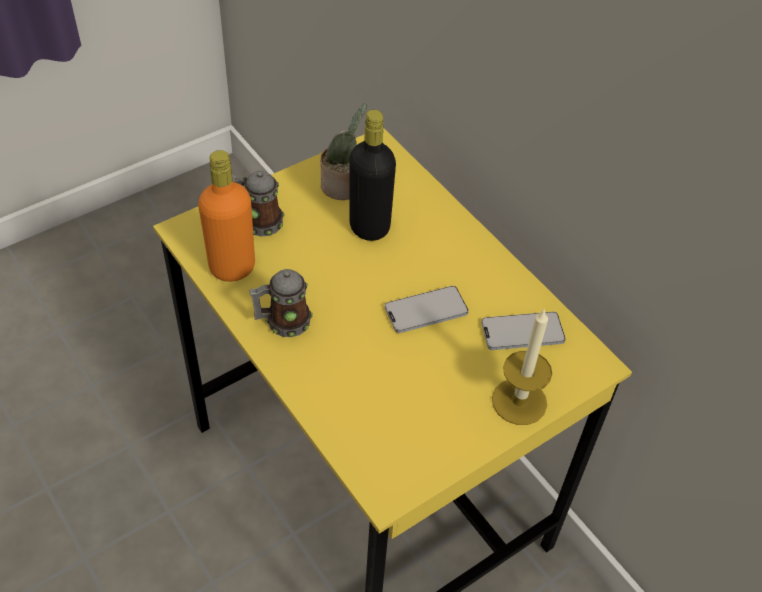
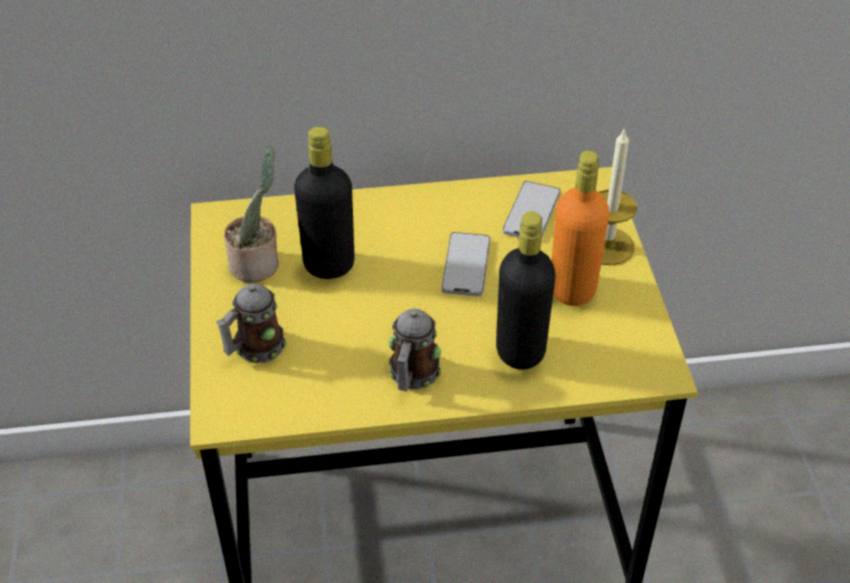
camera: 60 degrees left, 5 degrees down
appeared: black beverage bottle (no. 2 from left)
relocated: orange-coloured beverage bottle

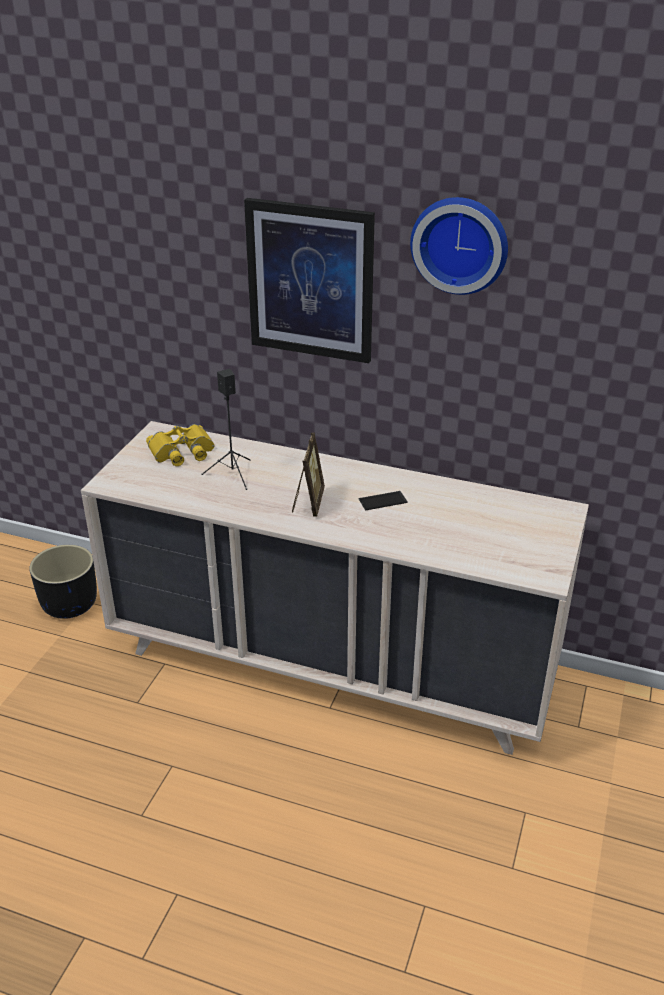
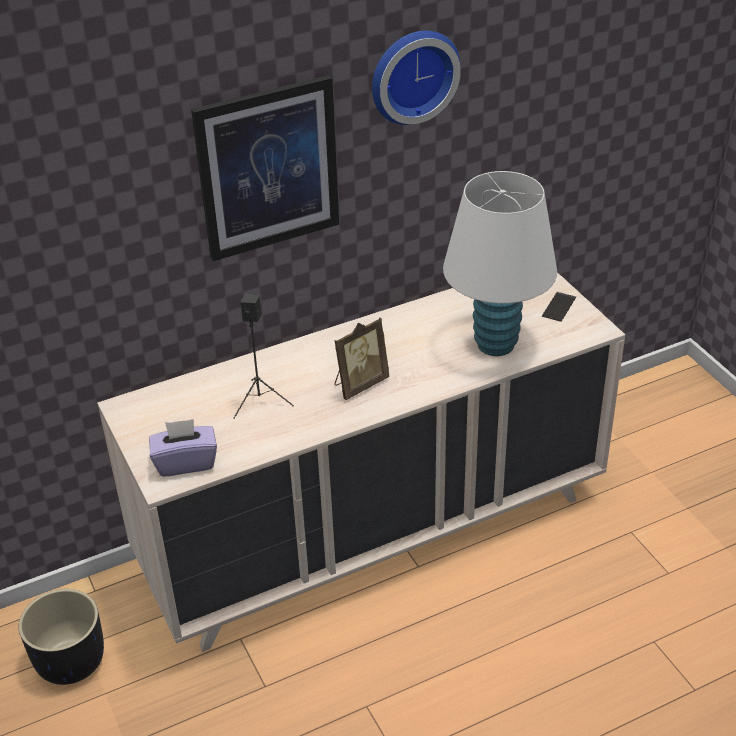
camera: 45 degrees left, 5 degrees up
missing: yellow-coloured binoculars
appeared: purple-coloured tissue box; white lamp for a table
relocated: telephone
spun: photo frame 90 degrees clockwise

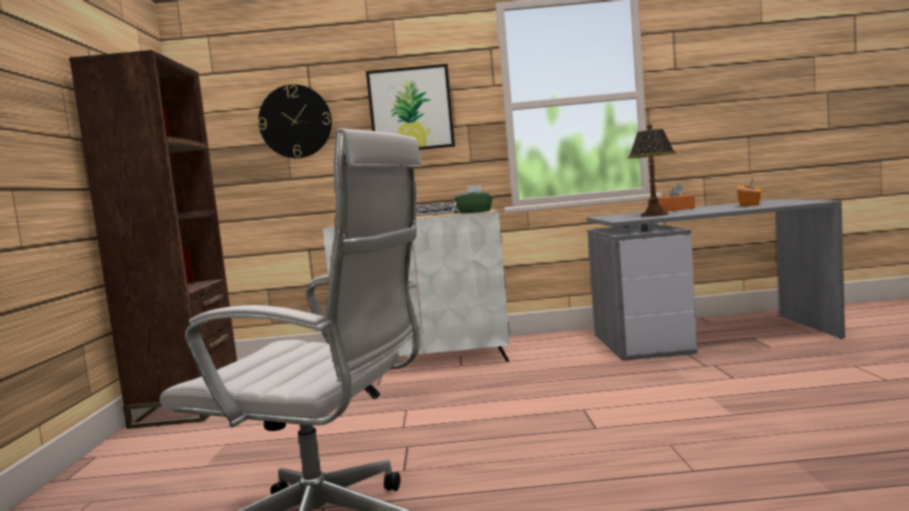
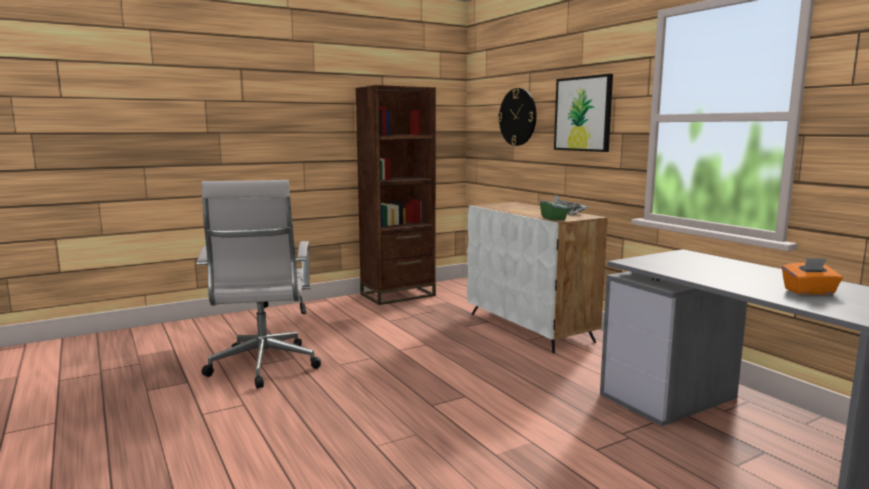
camera: 60 degrees right, 5 degrees up
missing: lamp for a table; orange-coloured tissue box (no. 1 from left)

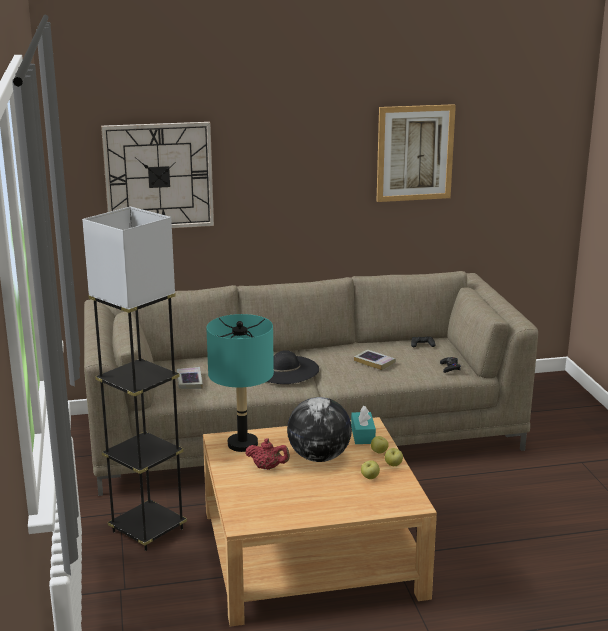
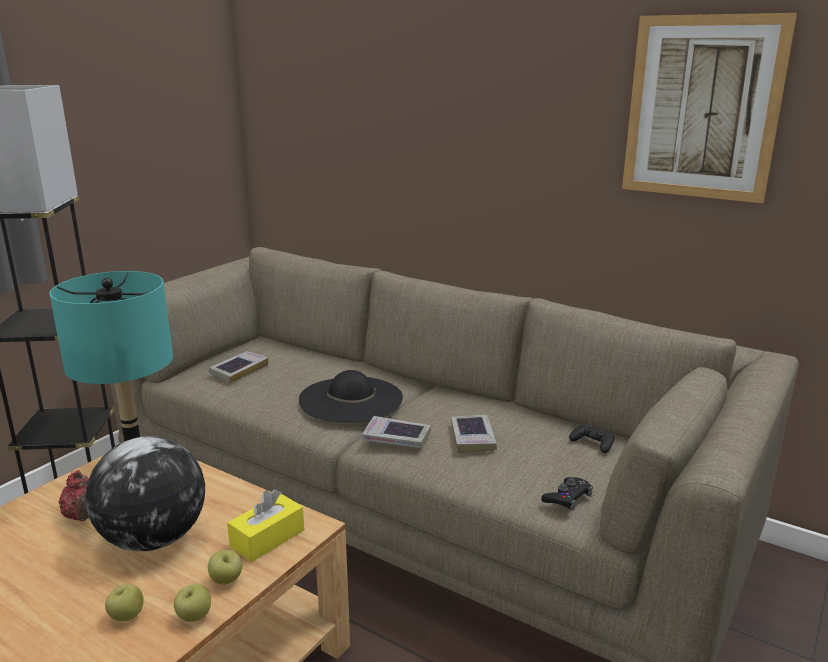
camera: 45 degrees right, 0 degrees up
missing: wall clock
appeared: book (no. 2 from left)
colour: blue-green tissue box to yellow-coloured tissue box

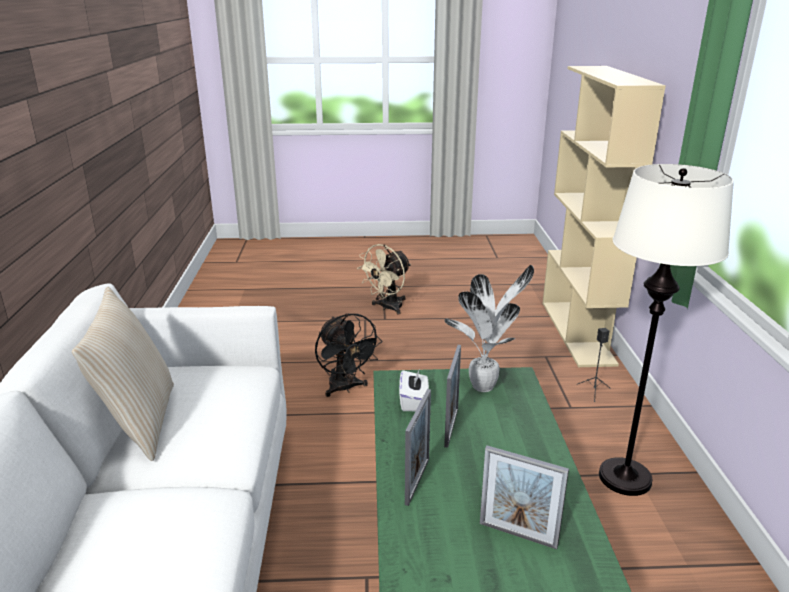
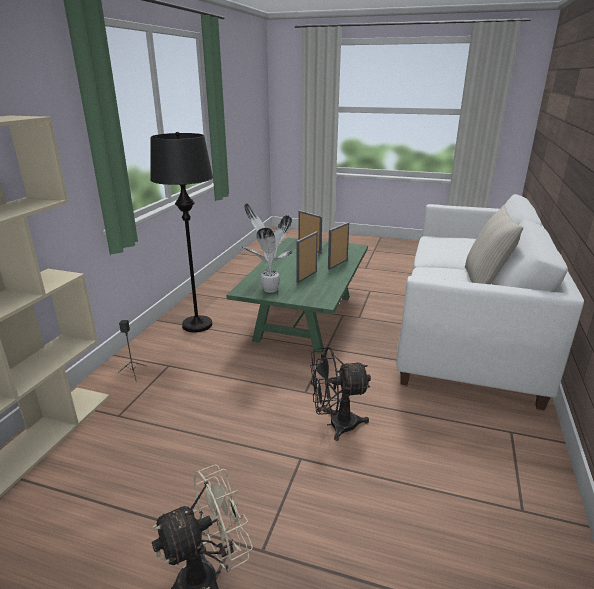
camera: 160 degrees left, 0 degrees up
missing: white tissue box
colour: white standard lamp to black standard lamp
spun: black cooling fan 90 degrees counterclockwise

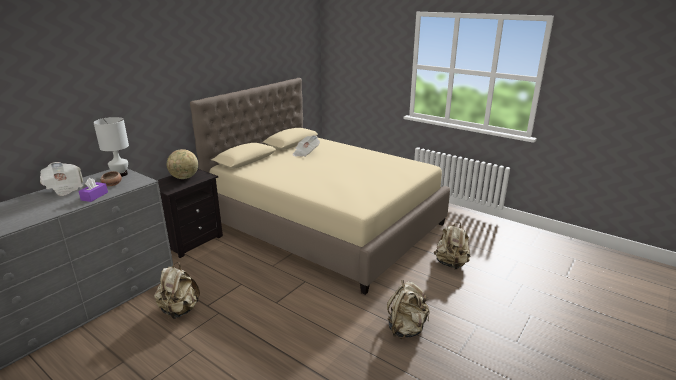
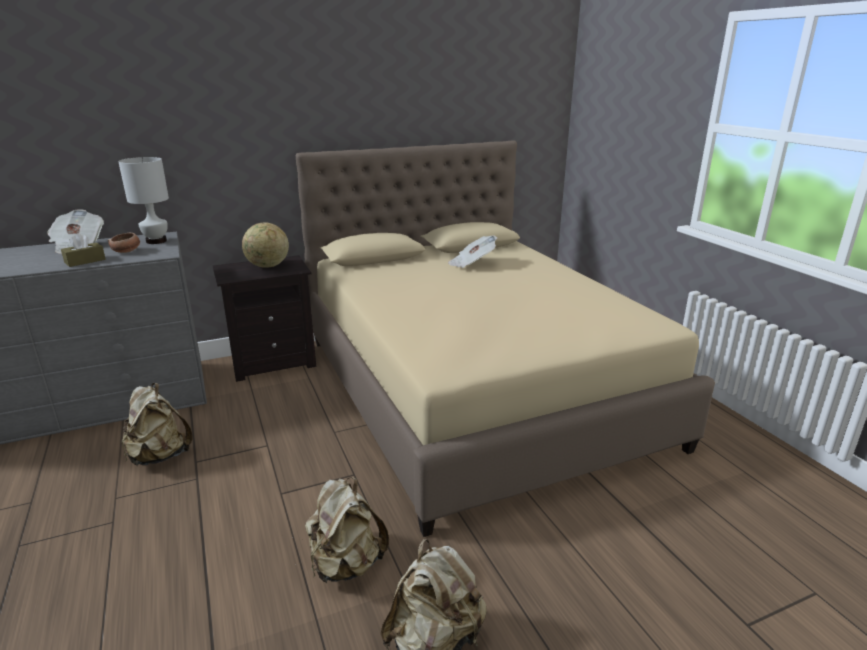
camera: 30 degrees right, 0 degrees up
relocated: sand-coloured rucksack (no. 3 from left in the first image) to sand-coloured rucksack (no. 2 from left)
colour: purple-coloured tissue box to brown tissue box

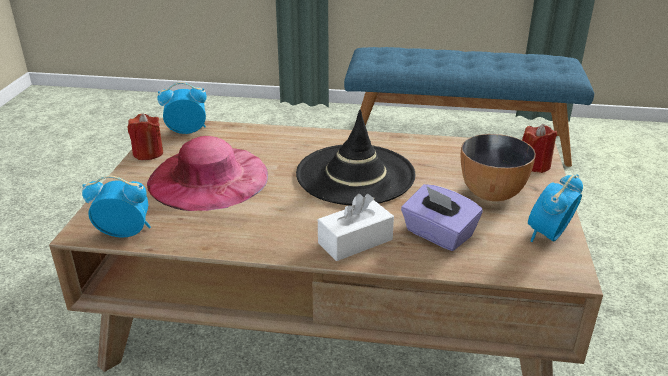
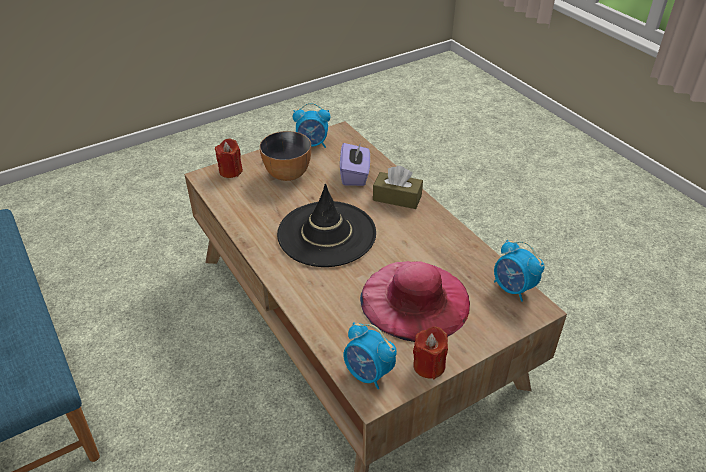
camera: 130 degrees left, 10 degrees up
colour: white tissue box to brown tissue box

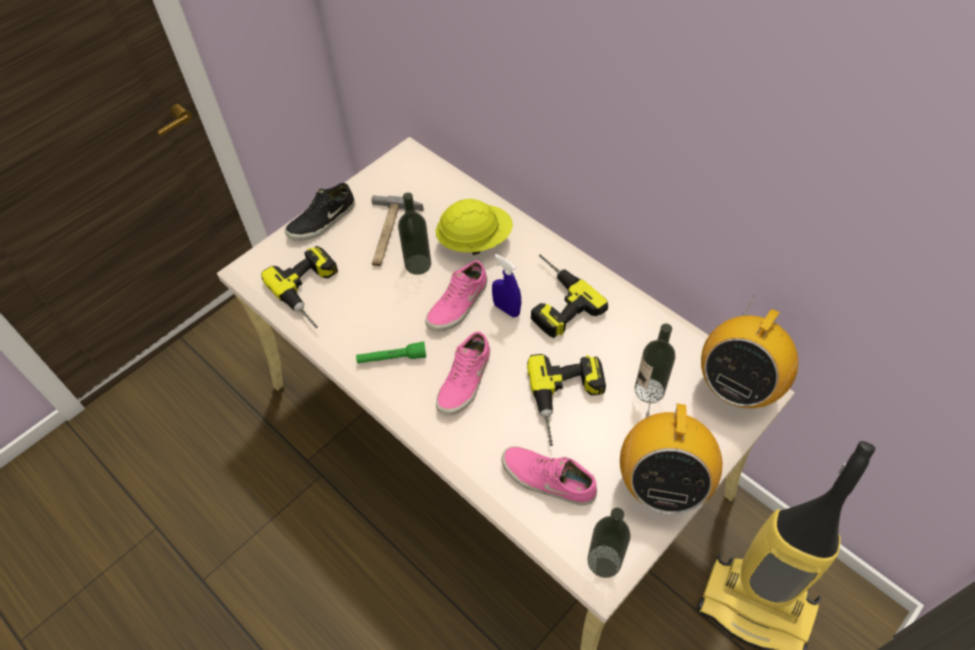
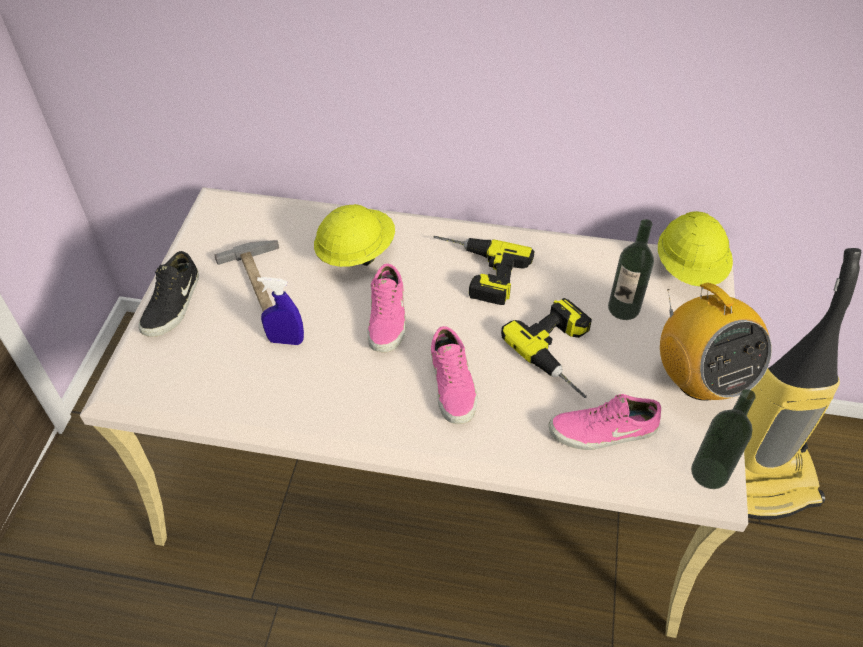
camera: 35 degrees left, 5 degrees down
missing: power drill (no. 1 from left); green flashlight; beverage bottle (no. 1 from left)
relocated: blue-coloured sprayer
exchanged: radio set (no. 2 from left) to yellow-coloured safety helmet (no. 2 from left)

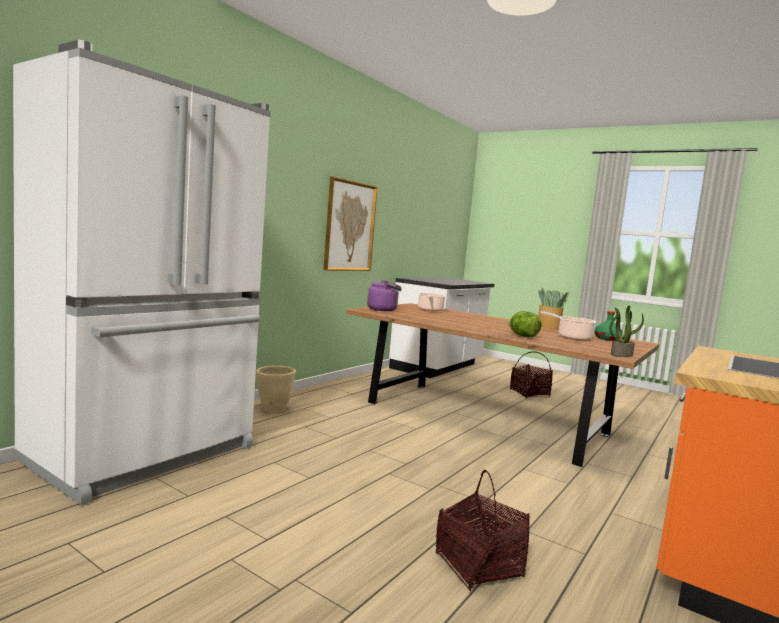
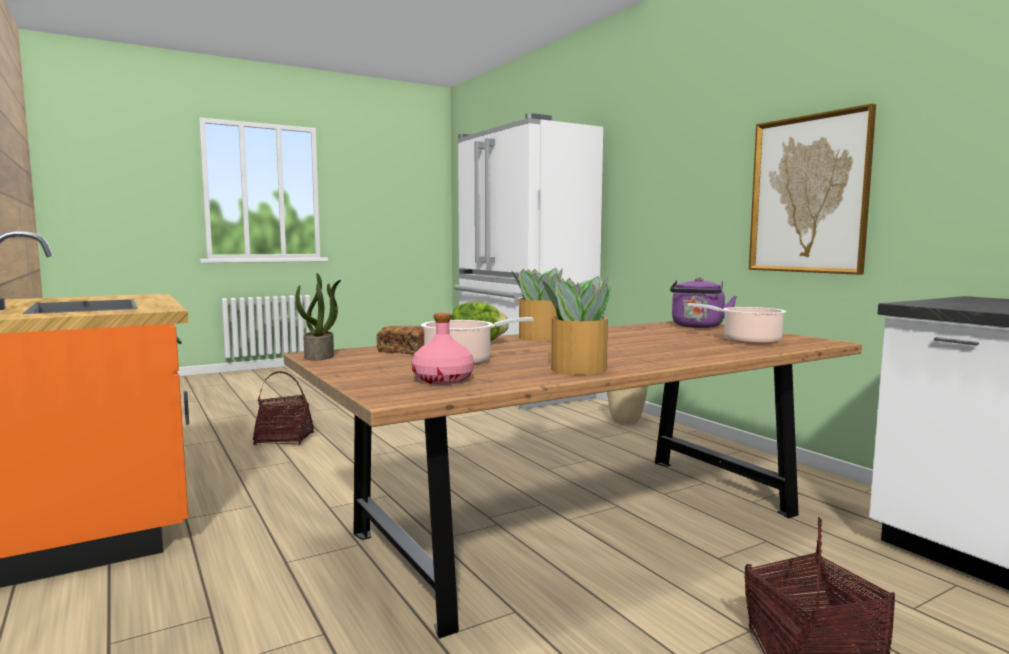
camera: 115 degrees right, 0 degrees up
appeared: baked bread; potted plant (no. 2 from left)
colour: green beverage bottle to pink-coloured beverage bottle

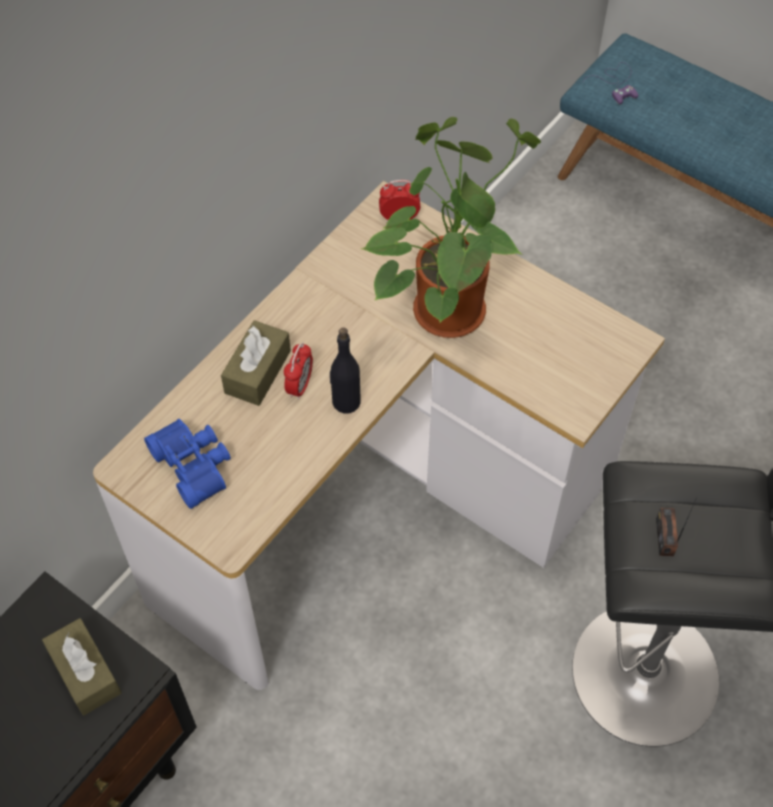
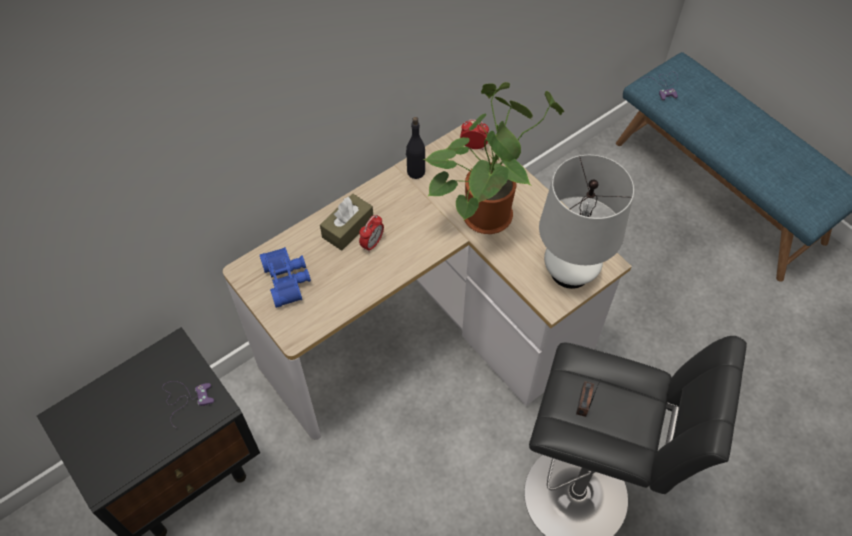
camera: 15 degrees right, 0 degrees up
appeared: white lamp for a table
relocated: black beverage bottle
exchanged: brown tissue box (no. 1 from left) to purple-coloured gamepad (no. 1 from left)

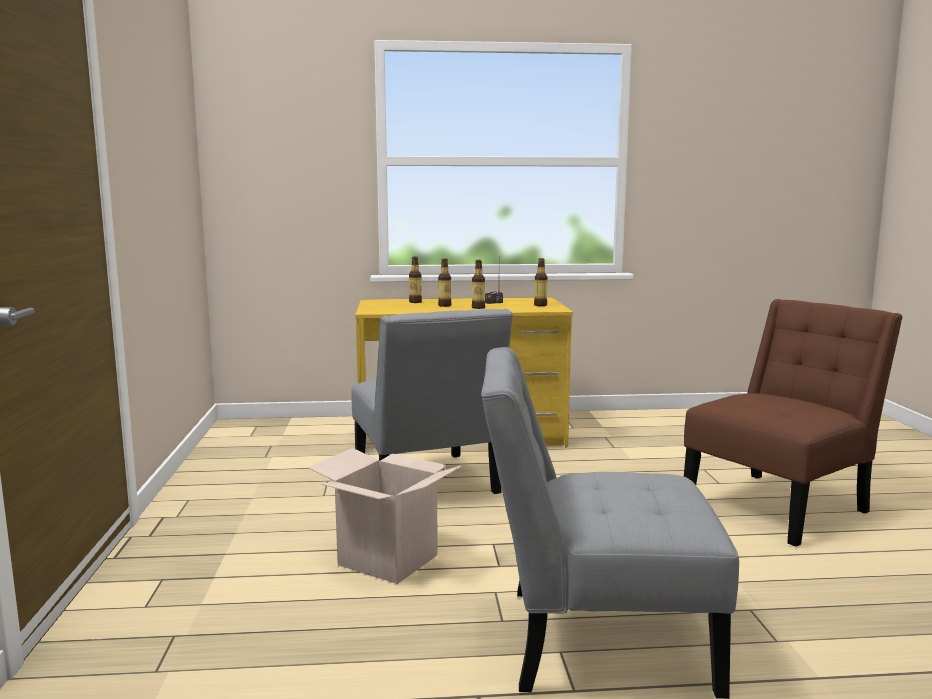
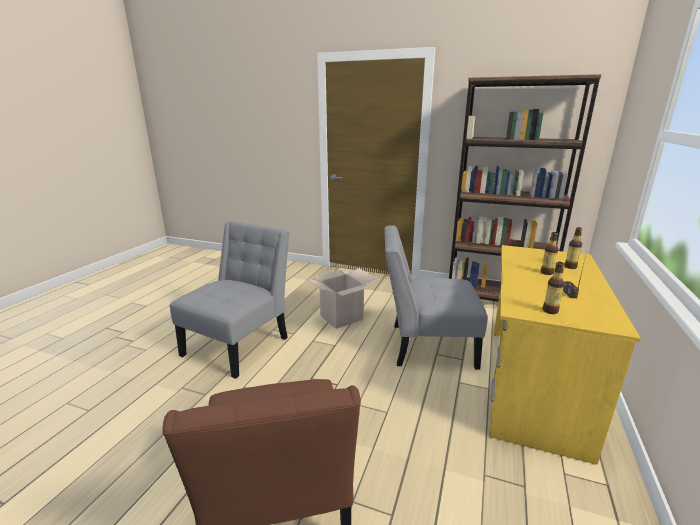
camera: 115 degrees right, 10 degrees up
missing: beverage bottle (no. 3 from left)
appeared: brown bookcase

